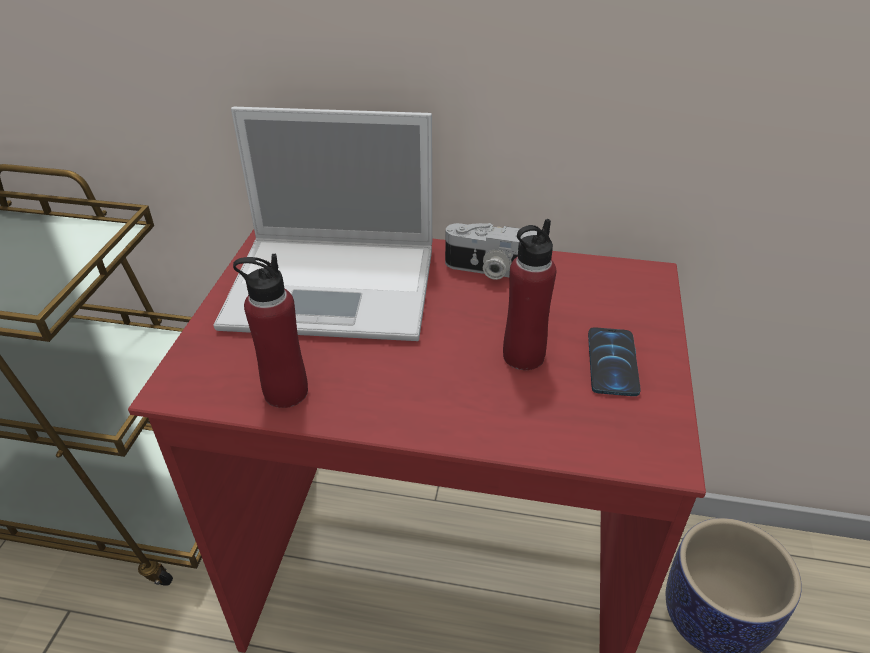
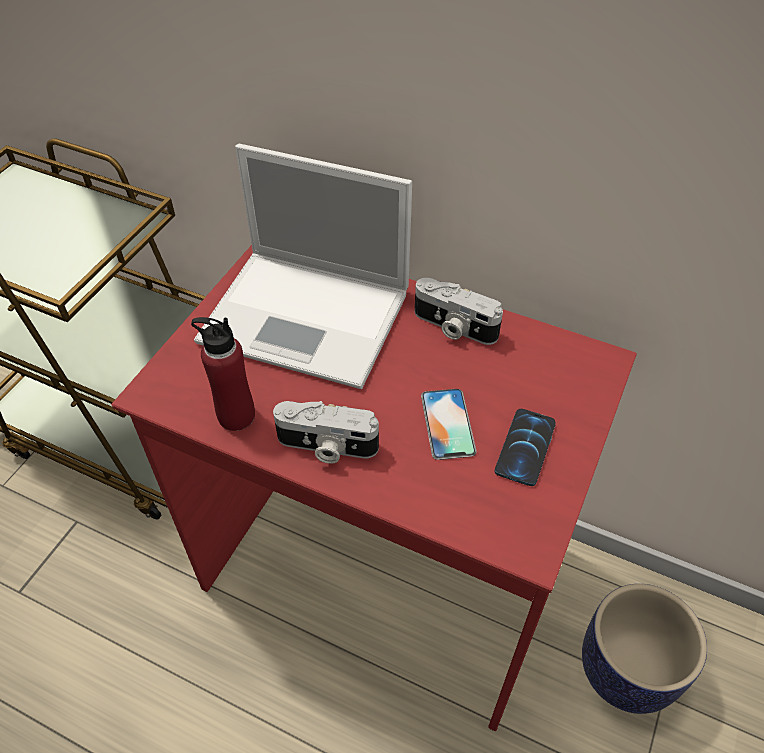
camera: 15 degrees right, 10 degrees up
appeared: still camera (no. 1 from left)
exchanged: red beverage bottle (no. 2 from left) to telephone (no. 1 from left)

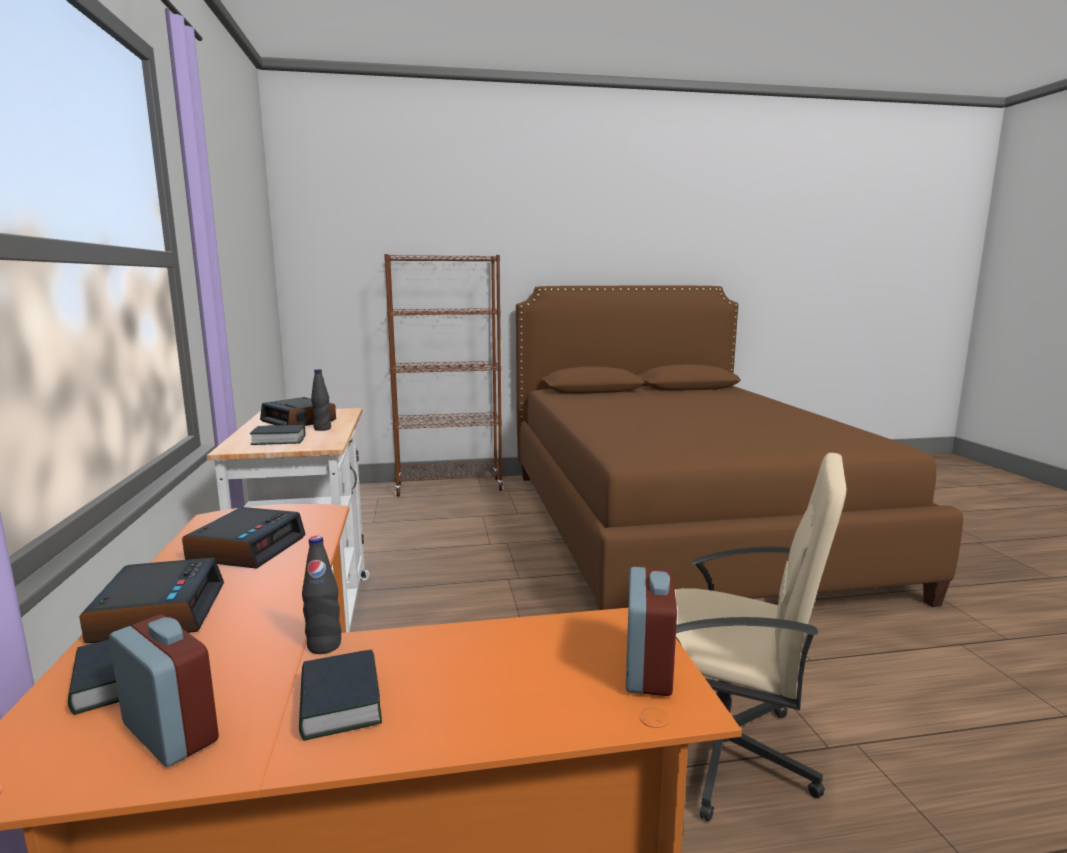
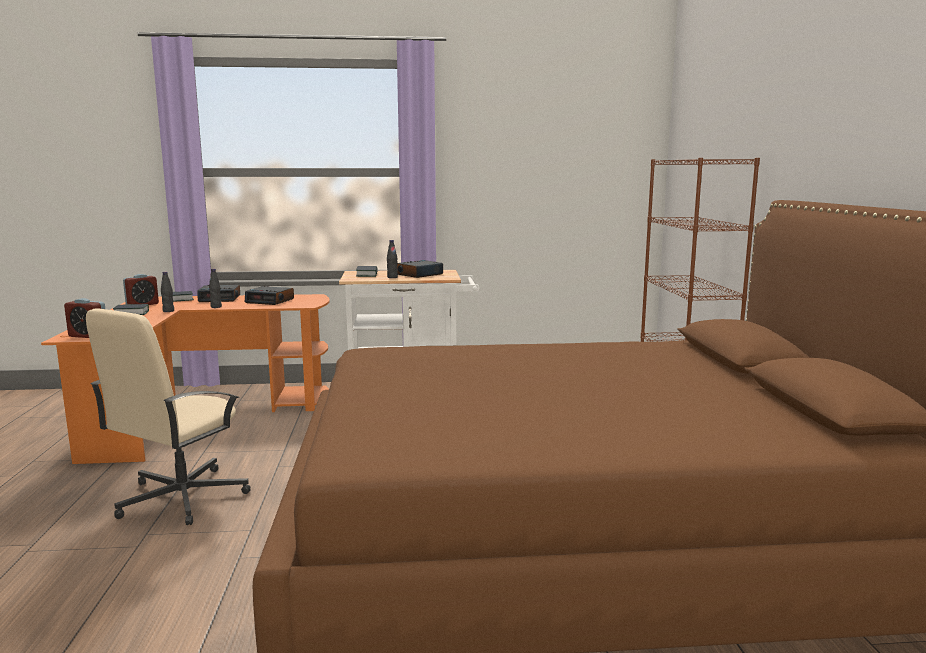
camera: 95 degrees right, 0 degrees up
appeared: black beverage bottle (no. 2 from left)

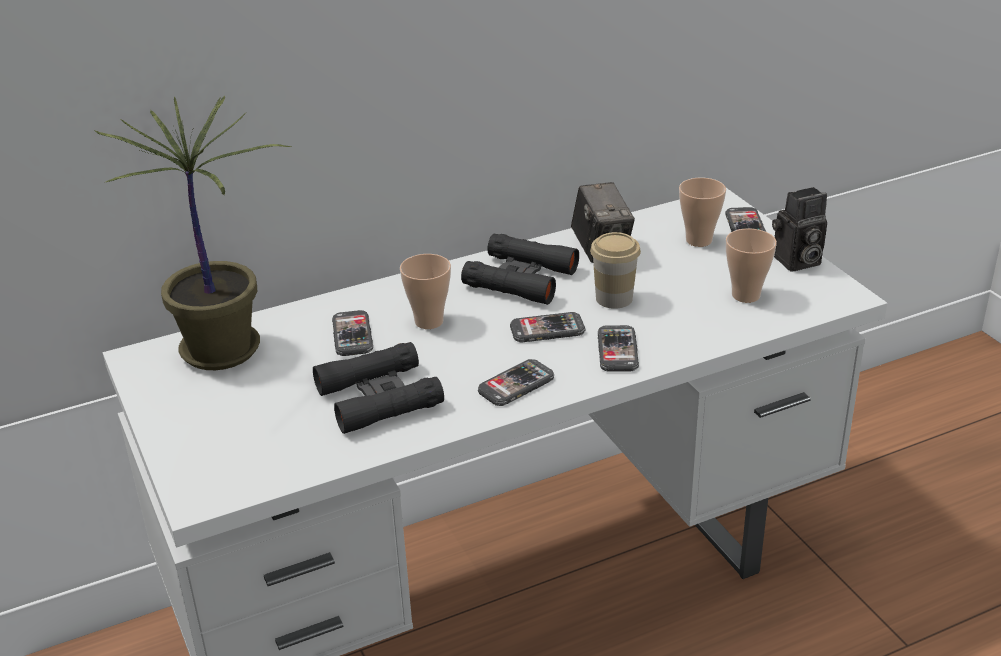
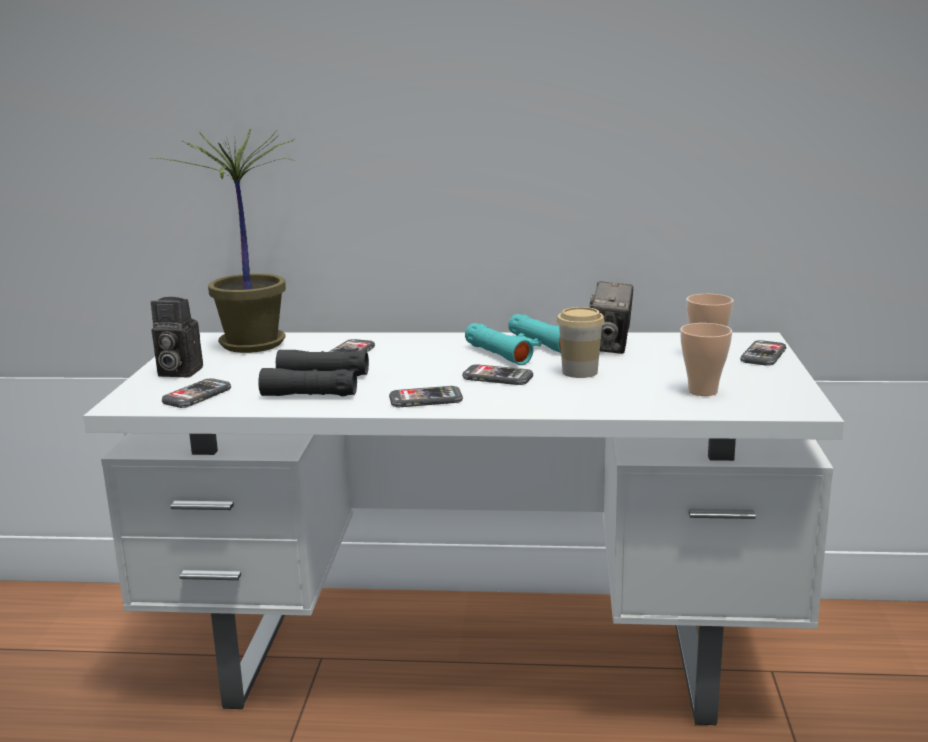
camera: 30 degrees right, 15 degrees down
missing: small cup (no. 1 from left)
relocated: telephone (no. 4 from left in the first image) to telephone (no. 1 from left); still camera (no. 2 from left in the first image) to still camera (no. 1 from left)
colour: black binoculars (no. 2 from left) to blue-green binoculars

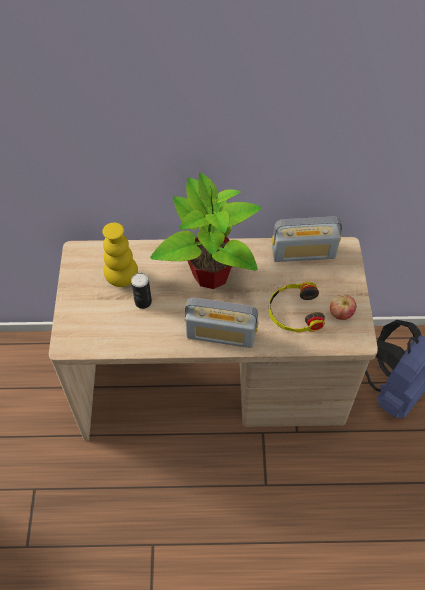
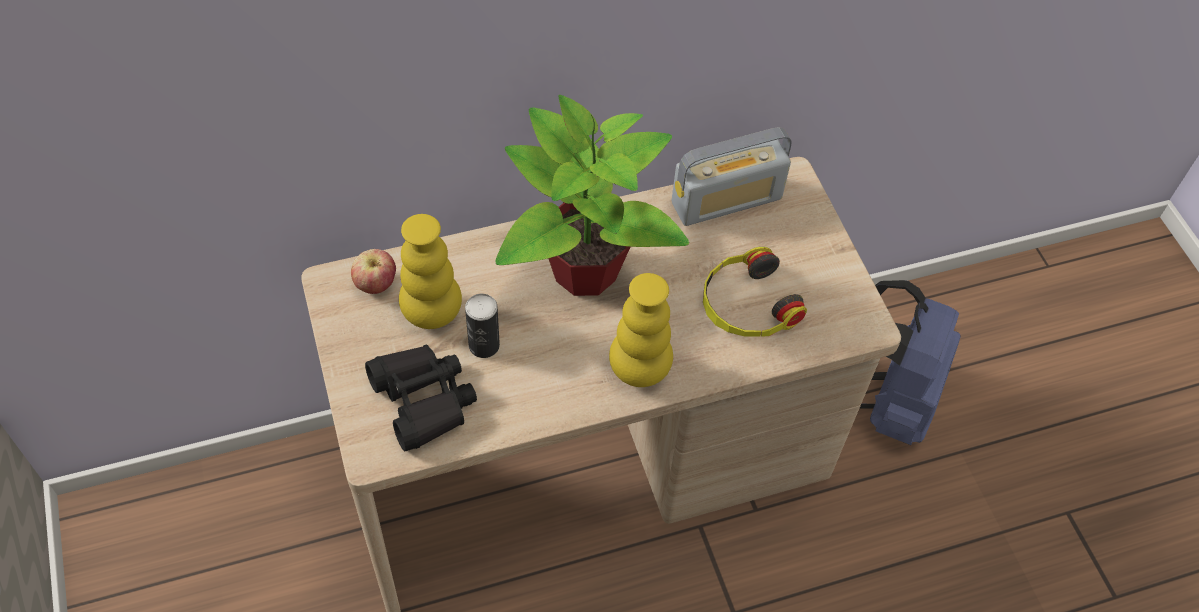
camera: 20 degrees left, 0 degrees up
appeared: black binoculars
relocated: apple
exchanged: radio set (no. 1 from left) to yellow-coloured flower vase (no. 2 from left)

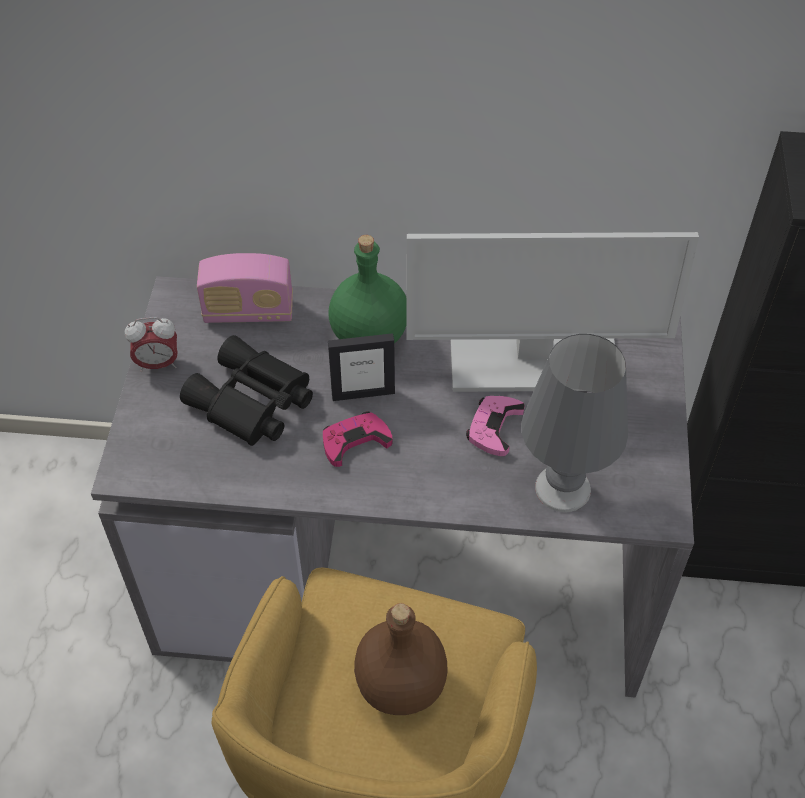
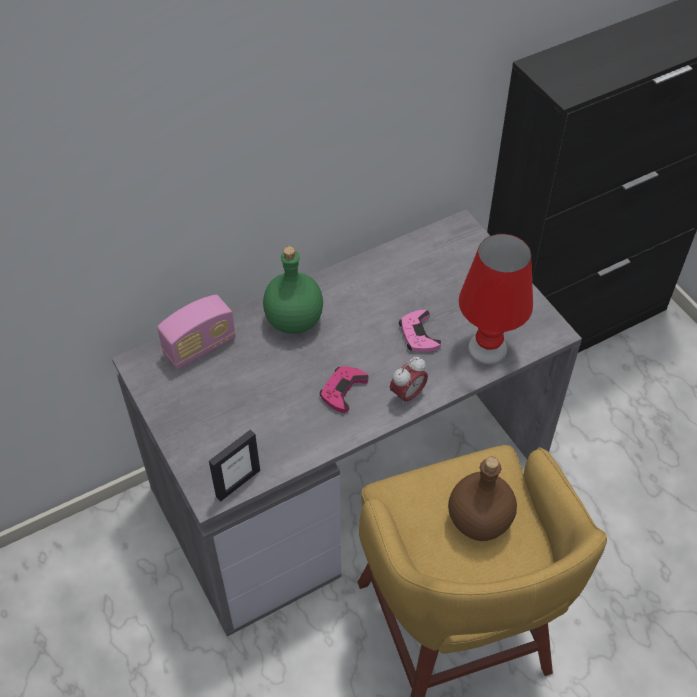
camera: 35 degrees left, 0 degrees up
missing: black binoculars; monitor
relocated: alarm clock; photo frame
colour: grey lamp for a table to red lamp for a table

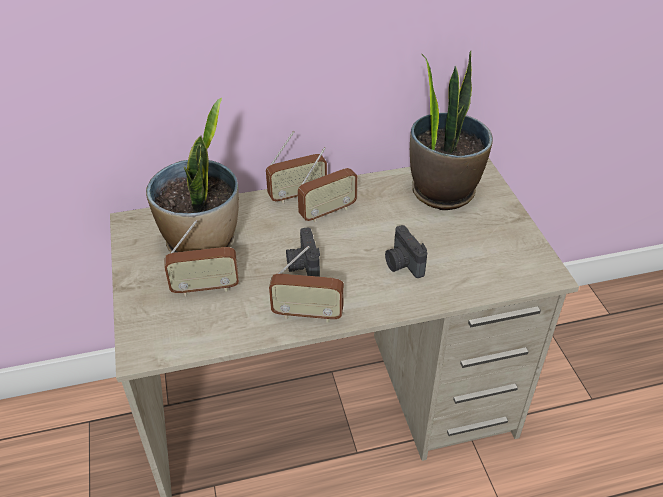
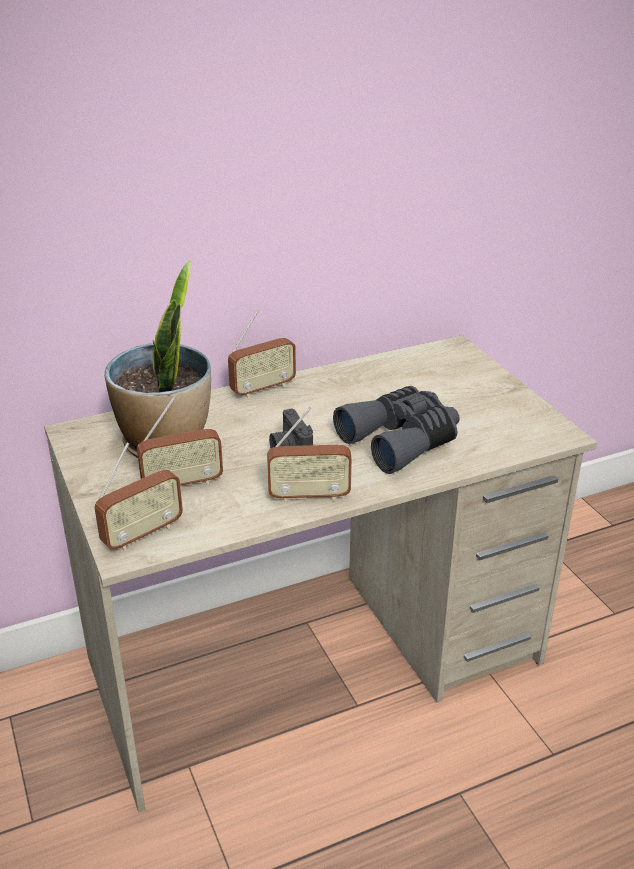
camera: 10 degrees left, 10 degrees down
missing: potted plant (no. 2 from left)
relocated: radio set (no. 4 from left in the first image) to radio set (no. 1 from left)
exchanged: still camera (no. 2 from left) to grey binoculars

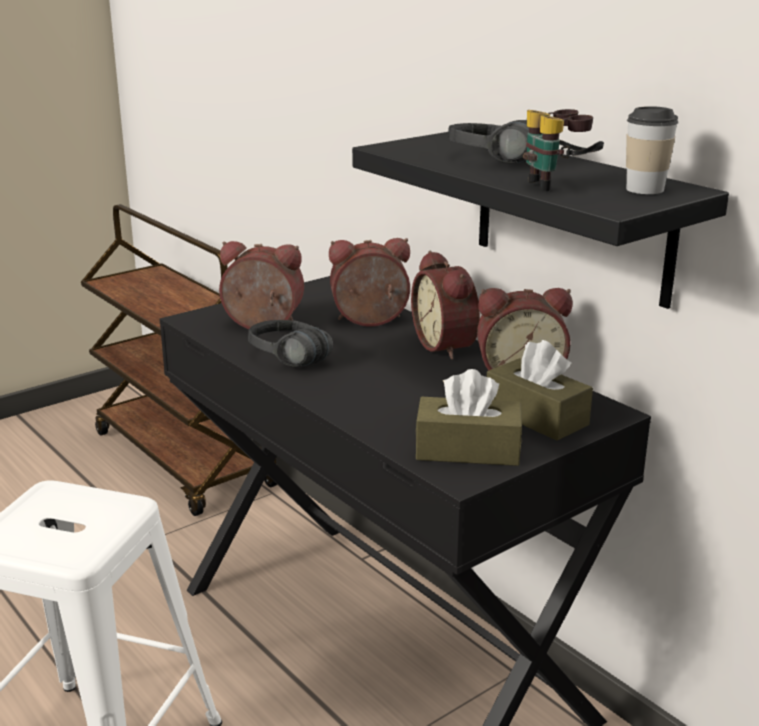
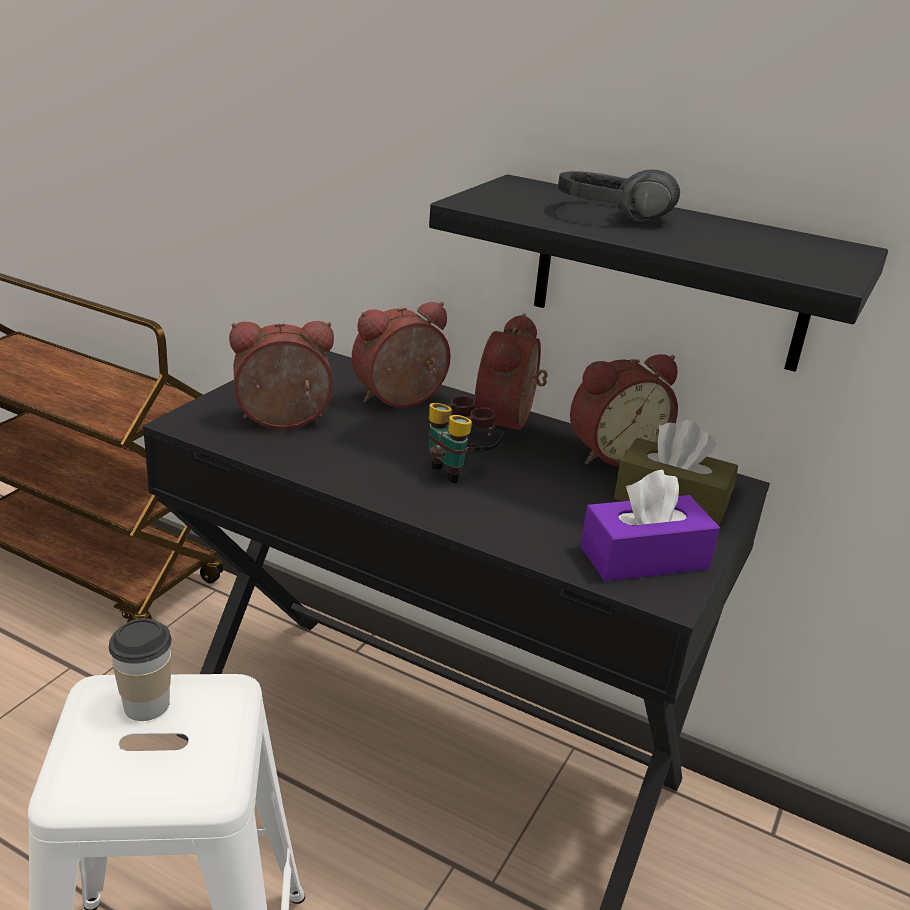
camera: 25 degrees left, 5 degrees up
missing: black headset (no. 1 from left)
relocated: binoculars; small cup
colour: brown tissue box (no. 1 from left) to purple-coloured tissue box
spun: alarm clock (no. 3 from left) 60 degrees clockwise

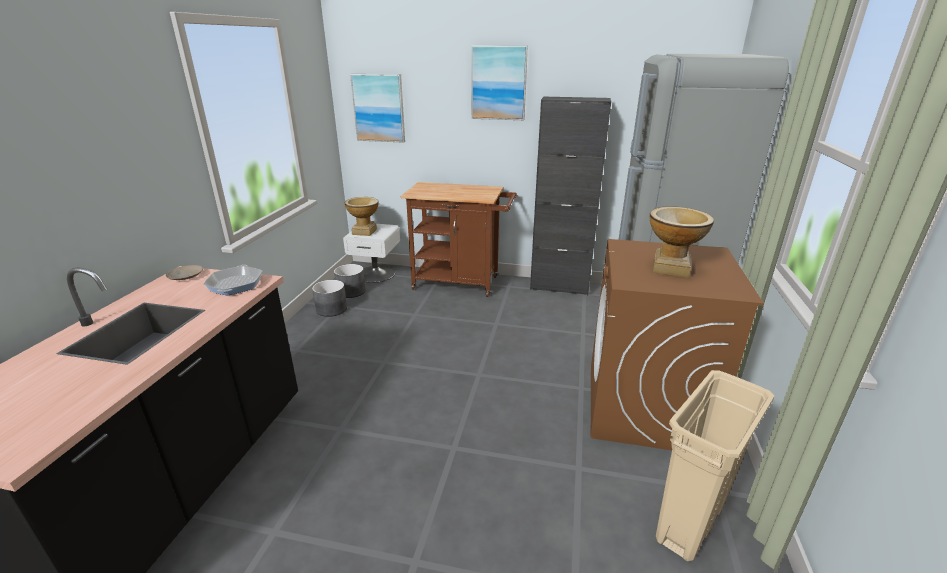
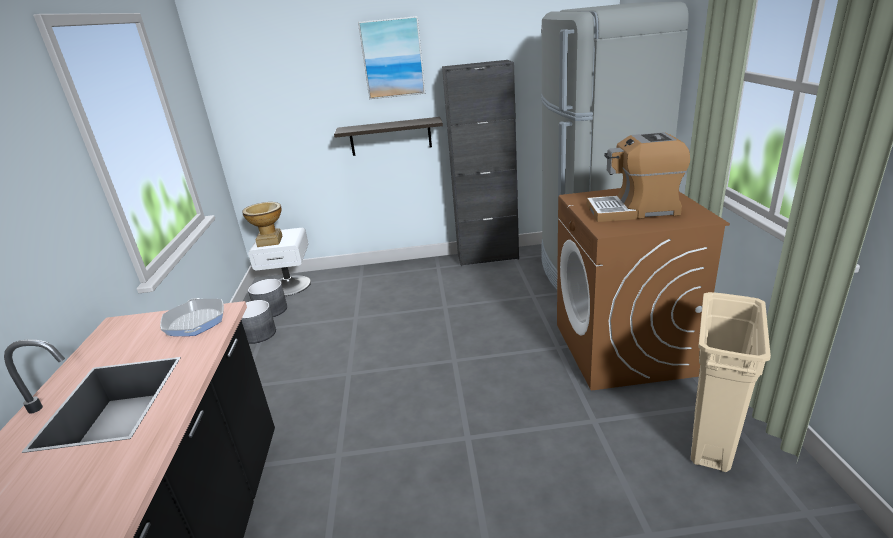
camera: 15 degrees left, 0 degrees up
missing: sand-coloured flat dish; wall art (no. 1 from left); brown cart
appeared: bracket shelf
exchanged: flower vase (no. 2 from left) to coffee brewer

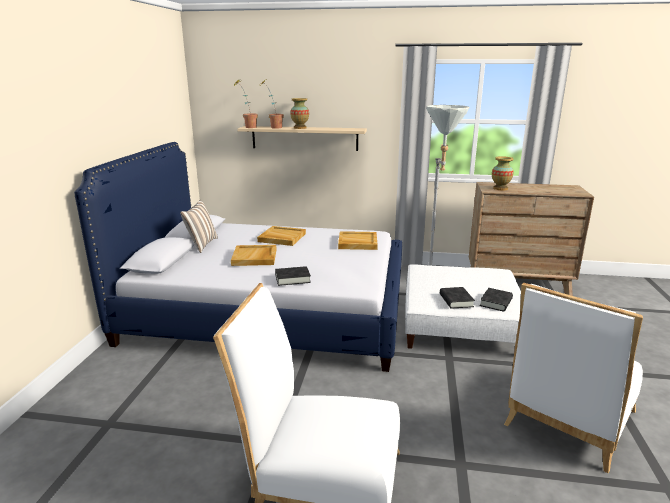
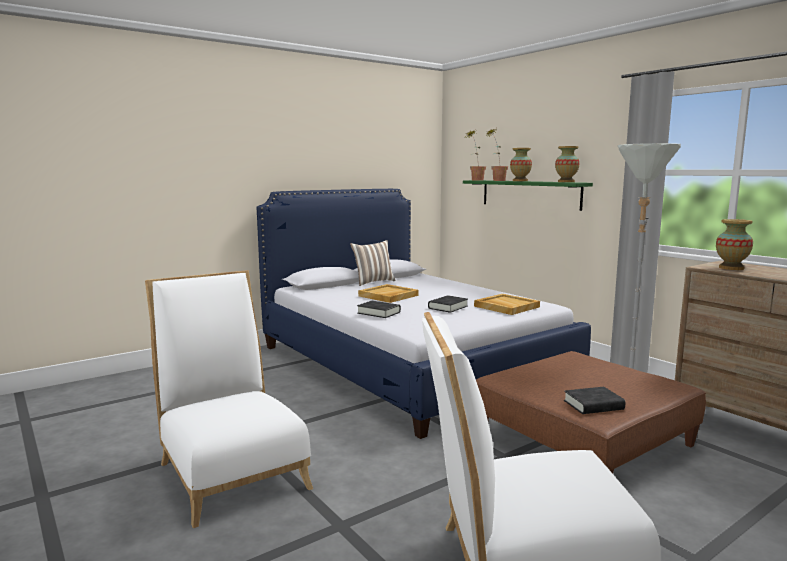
camera: 45 degrees right, 10 degrees down
missing: sand-coloured carrying tray (no. 2 from left)
appeared: flower vase (no. 2 from left)
relocated: black book (no. 2 from left)
colour: sand-coloured bracket shelf to green bracket shelf; white pouffe to brown pouffe

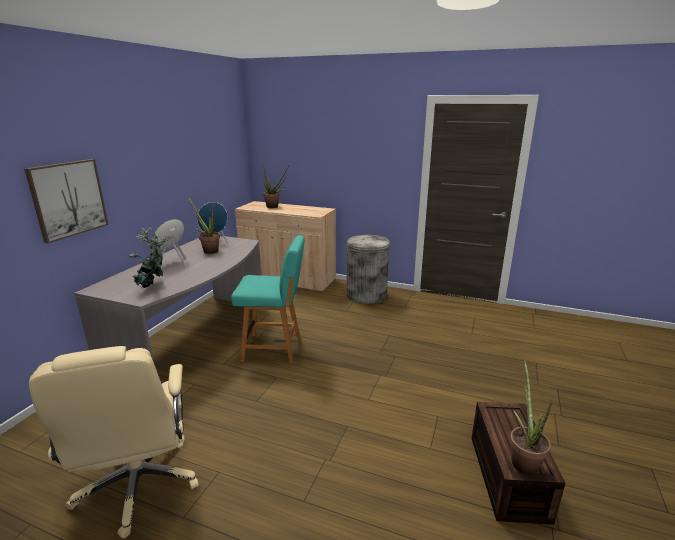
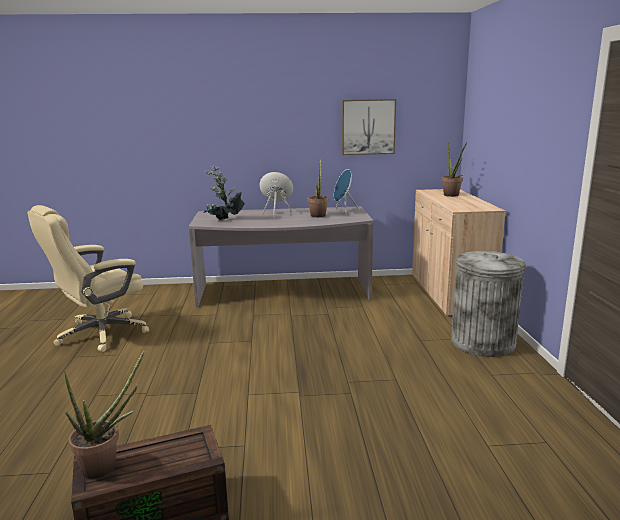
camera: 65 degrees right, 5 degrees down
missing: blue-green plain chair
relocated: wall art

